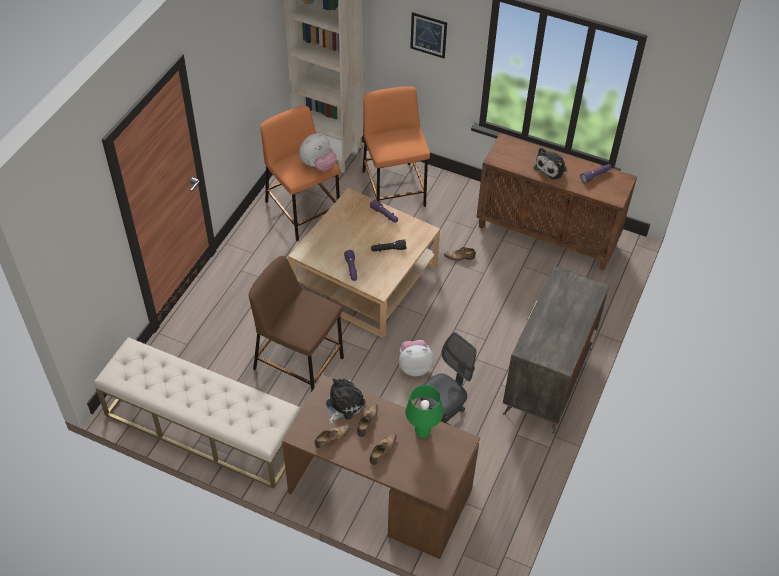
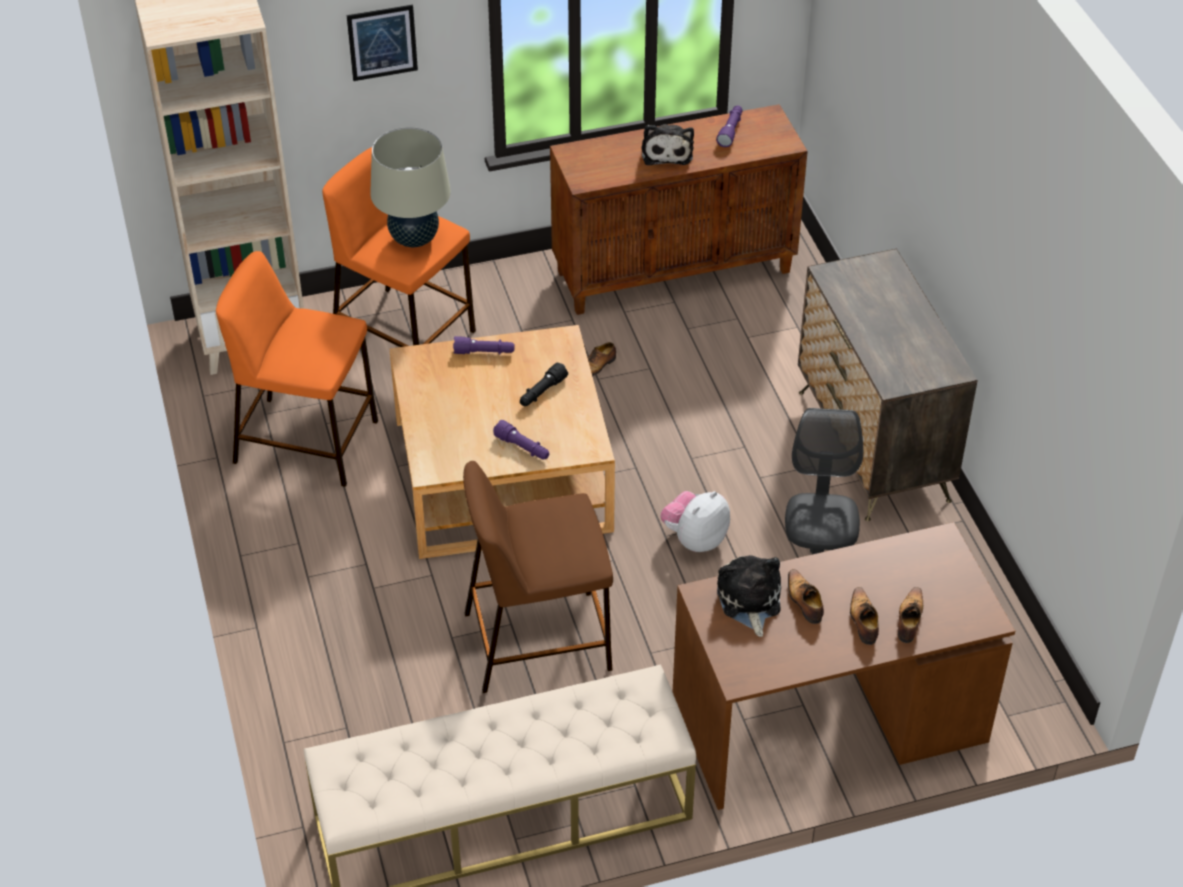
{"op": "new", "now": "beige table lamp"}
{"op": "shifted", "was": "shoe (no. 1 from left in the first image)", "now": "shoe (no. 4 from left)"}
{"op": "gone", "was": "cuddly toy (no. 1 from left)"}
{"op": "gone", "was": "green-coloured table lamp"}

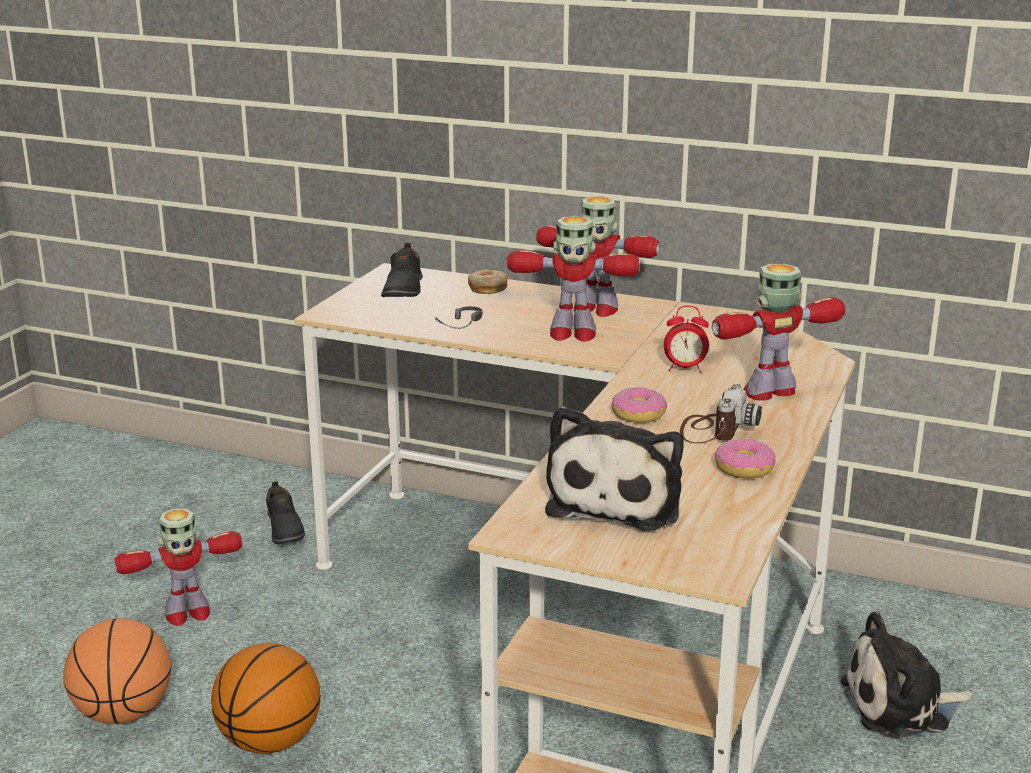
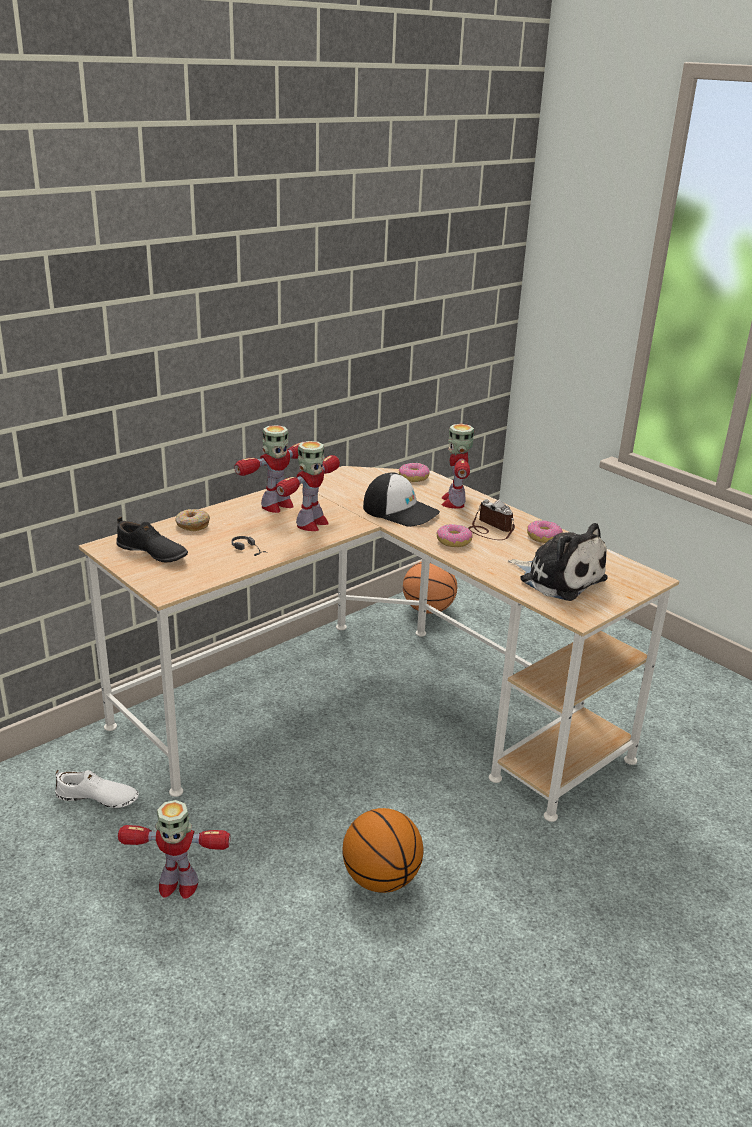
{"op": "repainted", "was": "black-coloured shoe (no. 1 from left)", "now": "white-coloured shoe"}
{"op": "rotated", "was": "robot figure (no. 1 from left)", "clockwise": 90}
{"op": "swapped", "was": "bedside clock", "now": "baseball cap"}
{"op": "new", "now": "ring doughnut (no. 2 from left)"}
{"op": "shifted", "was": "ball for basketball (no. 1 from left in the first image)", "now": "ball for basketball (no. 2 from left)"}
{"op": "gone", "was": "cuddly toy (no. 2 from left)"}

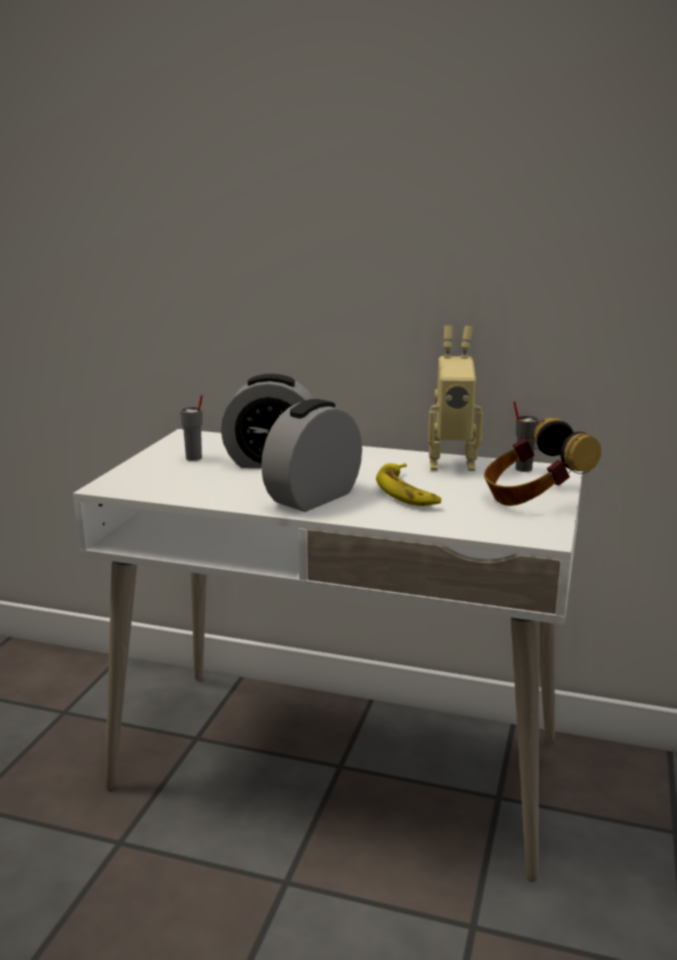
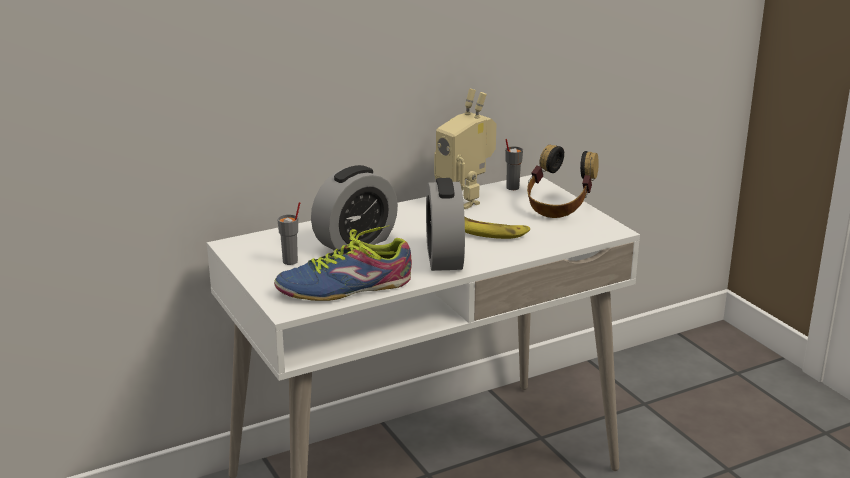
{"op": "new", "now": "shoe"}
{"op": "rotated", "was": "robot figure", "clockwise": 90}

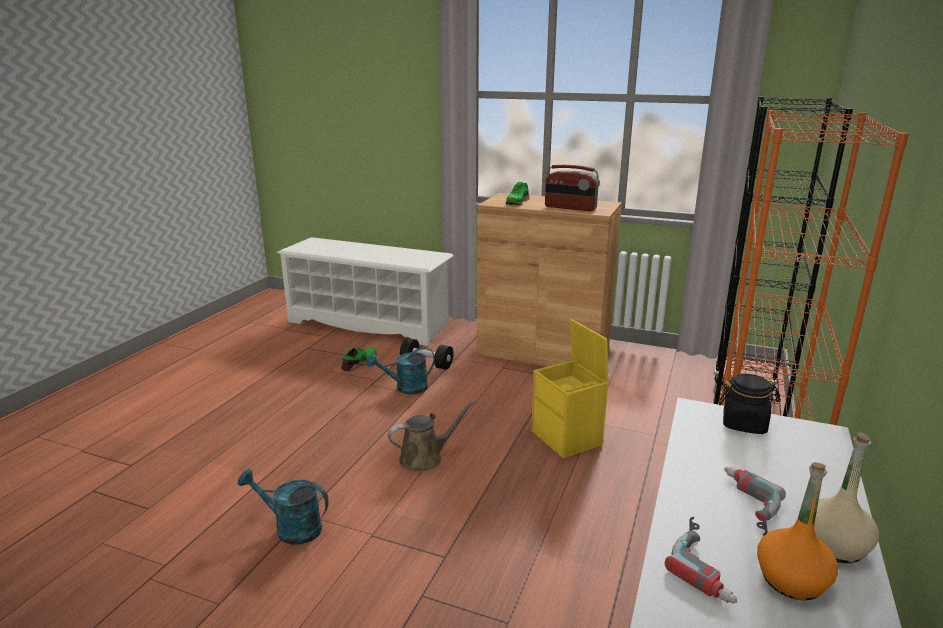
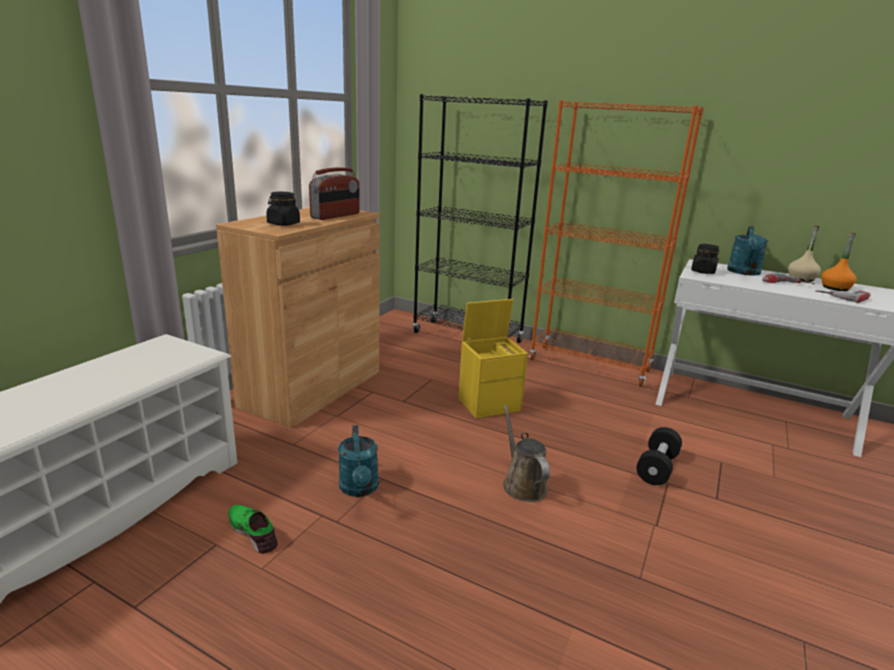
{"op": "swapped", "was": "green-coloured shoe (no. 2 from left)", "now": "black-coloured preserve jar (no. 1 from left)"}
{"op": "shifted", "was": "black-coloured hand weight"}
{"op": "shifted", "was": "turquoise sprinkling can (no. 1 from left in the first image)", "now": "turquoise sprinkling can (no. 2 from left)"}

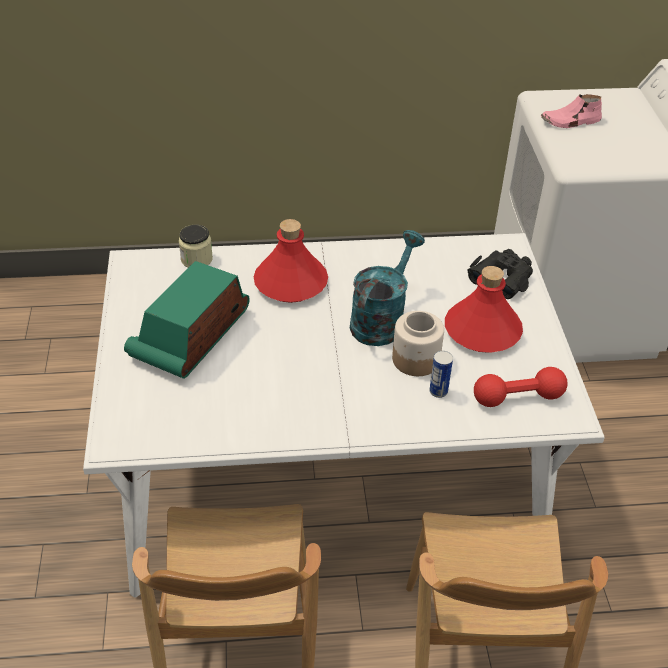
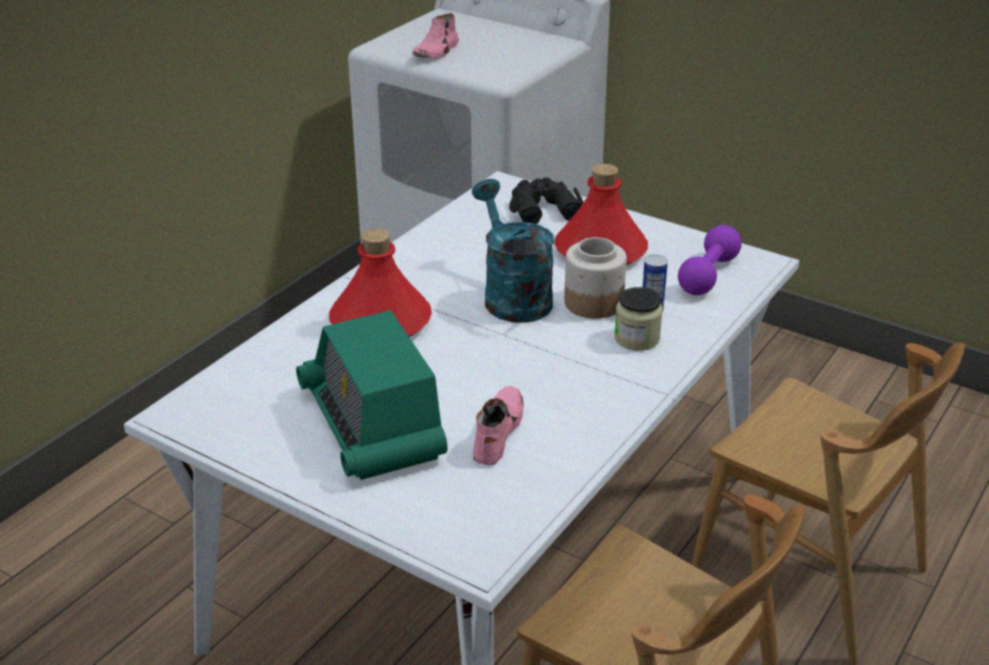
{"op": "new", "now": "pinkish shoe (no. 2 from left)"}
{"op": "shifted", "was": "preserve jar (no. 1 from left in the first image)", "now": "preserve jar (no. 2 from left)"}
{"op": "repainted", "was": "reddish hand weight", "now": "purplish hand weight"}

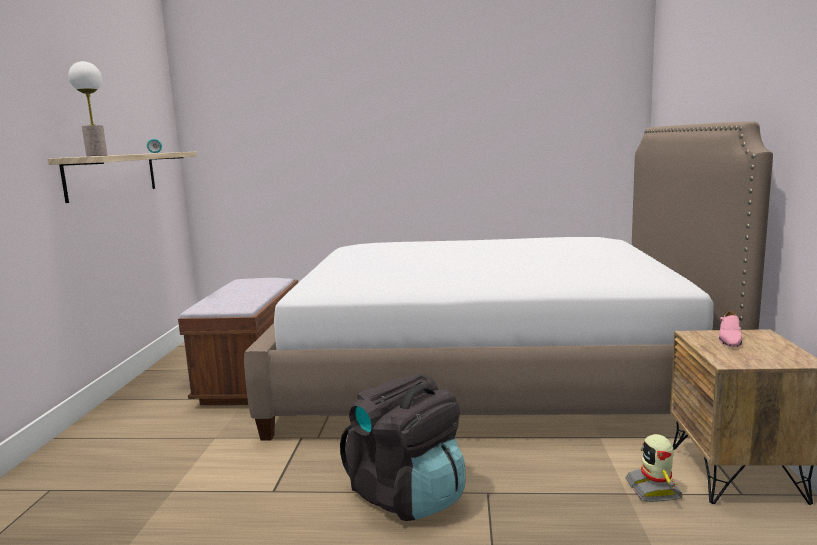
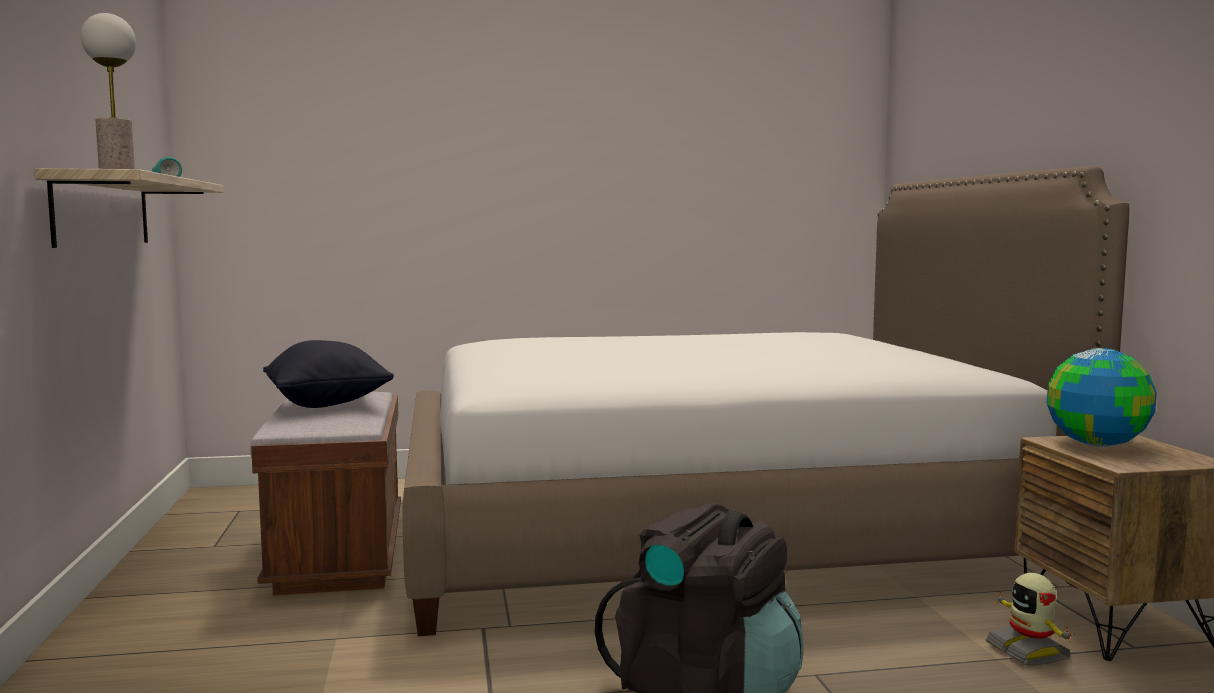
{"op": "new", "now": "black-coloured throw pillow"}
{"op": "swapped", "was": "pinkish shoe", "now": "desk globe"}

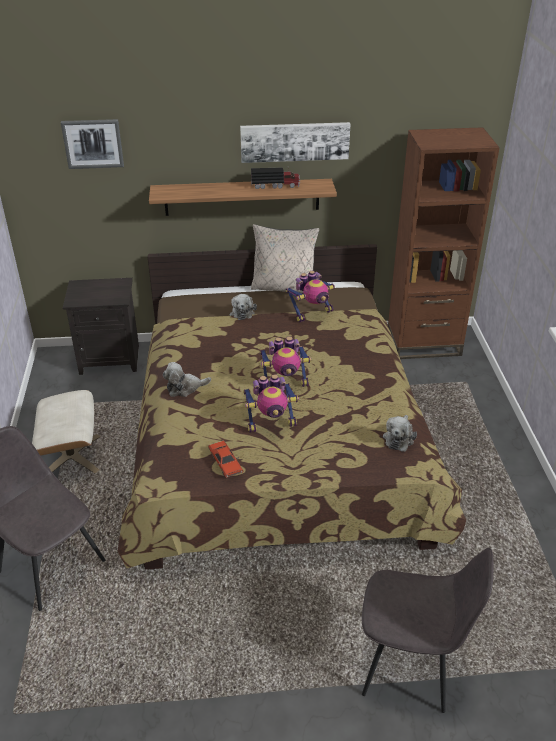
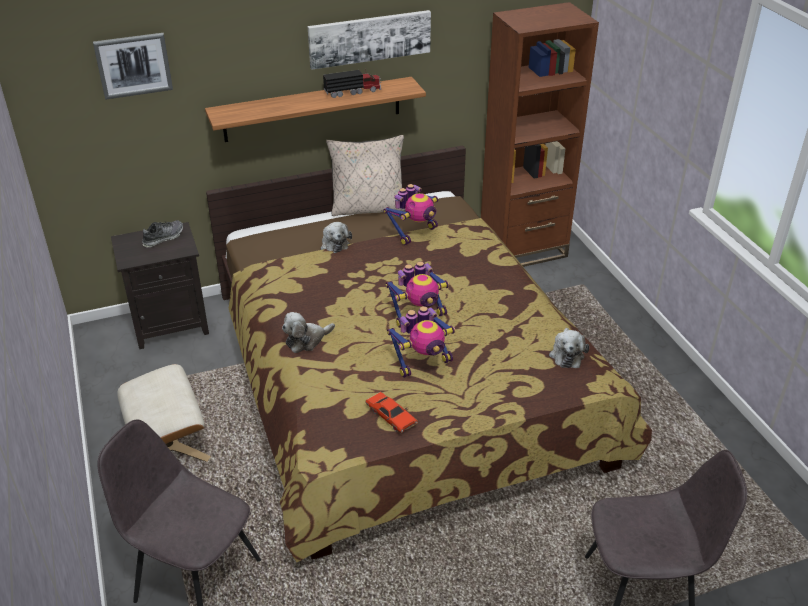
{"op": "new", "now": "shoe"}

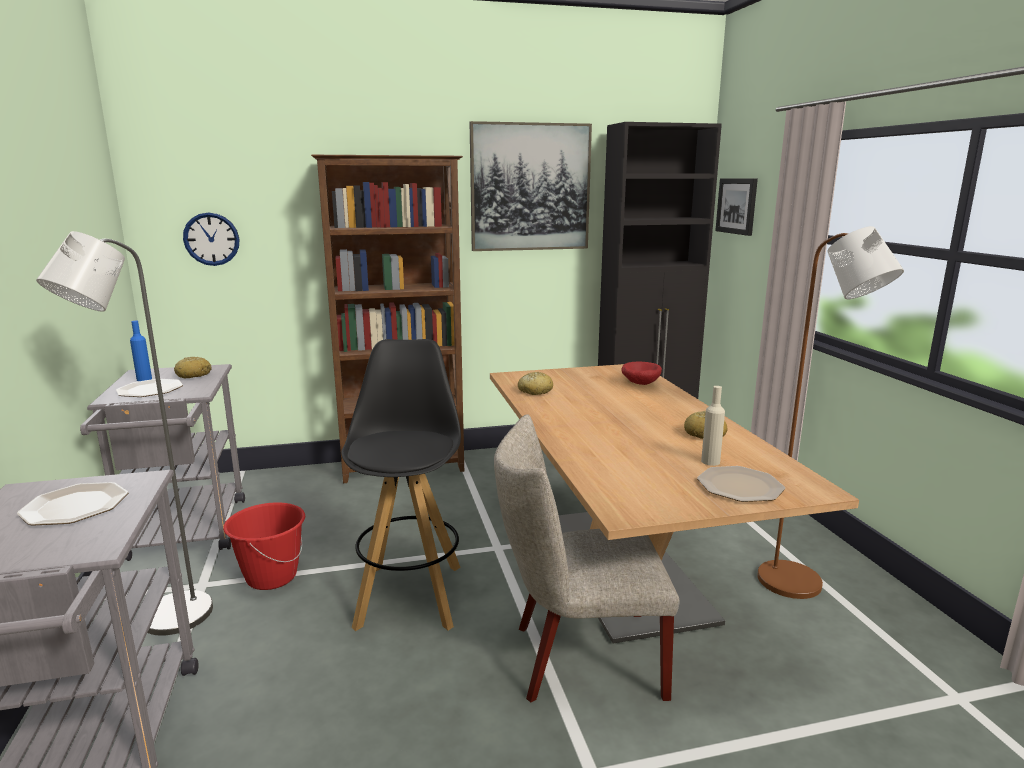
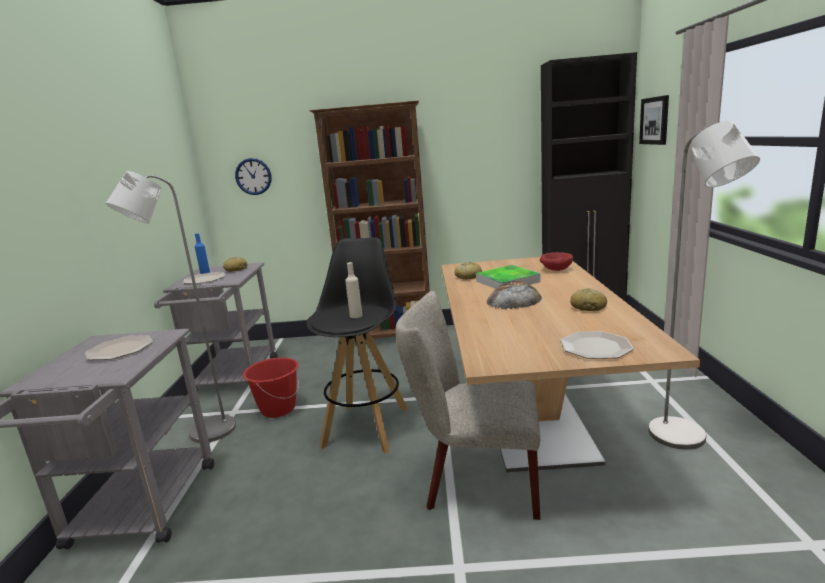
{"op": "shifted", "was": "beige bottle"}
{"op": "new", "now": "serving tray"}
{"op": "new", "now": "bakery bread (no. 3 from left)"}
{"op": "repainted", "was": "brown floor lamp", "now": "grey floor lamp (no. 2 from left)"}
{"op": "gone", "was": "wall picture (no. 1 from left)"}

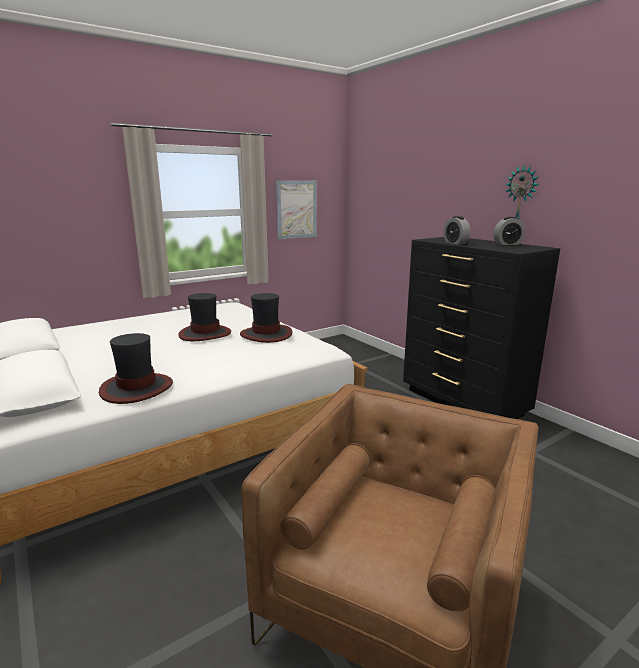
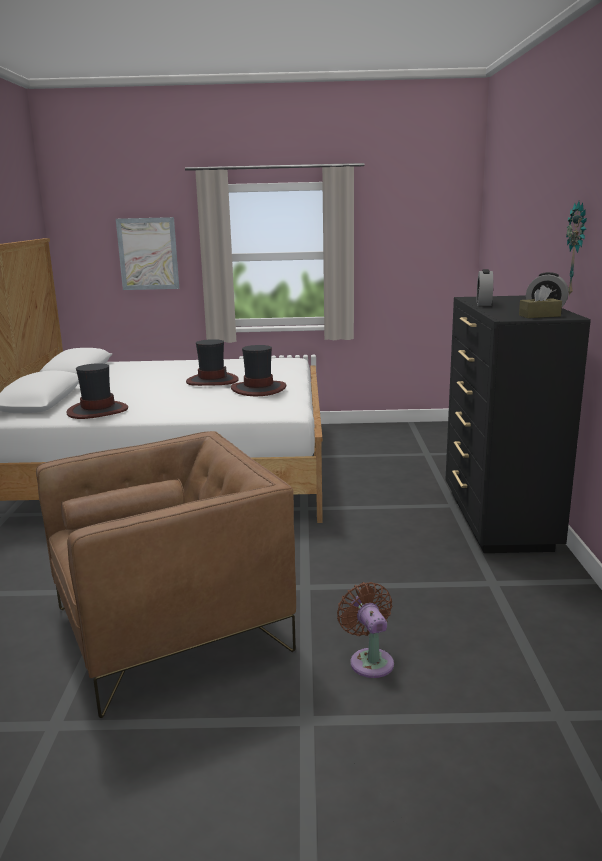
{"op": "shifted", "was": "wall picture"}
{"op": "new", "now": "brown electric fan"}
{"op": "new", "now": "brown tissue holder"}

